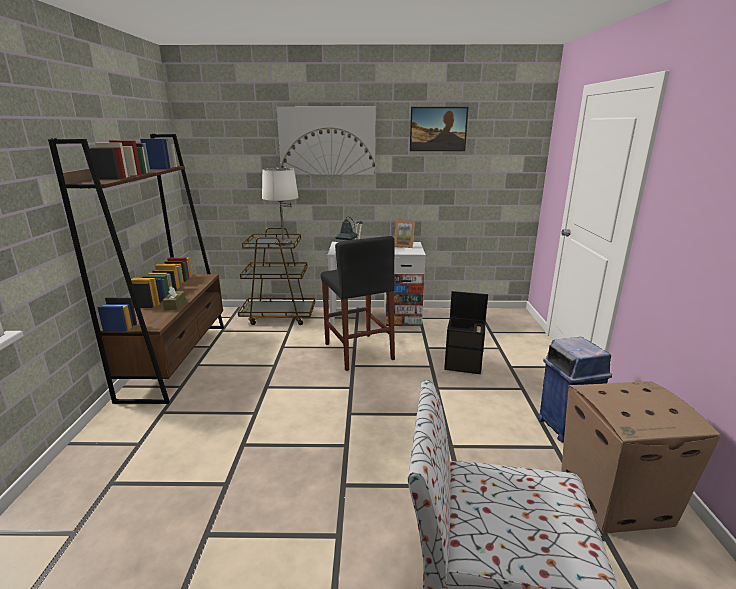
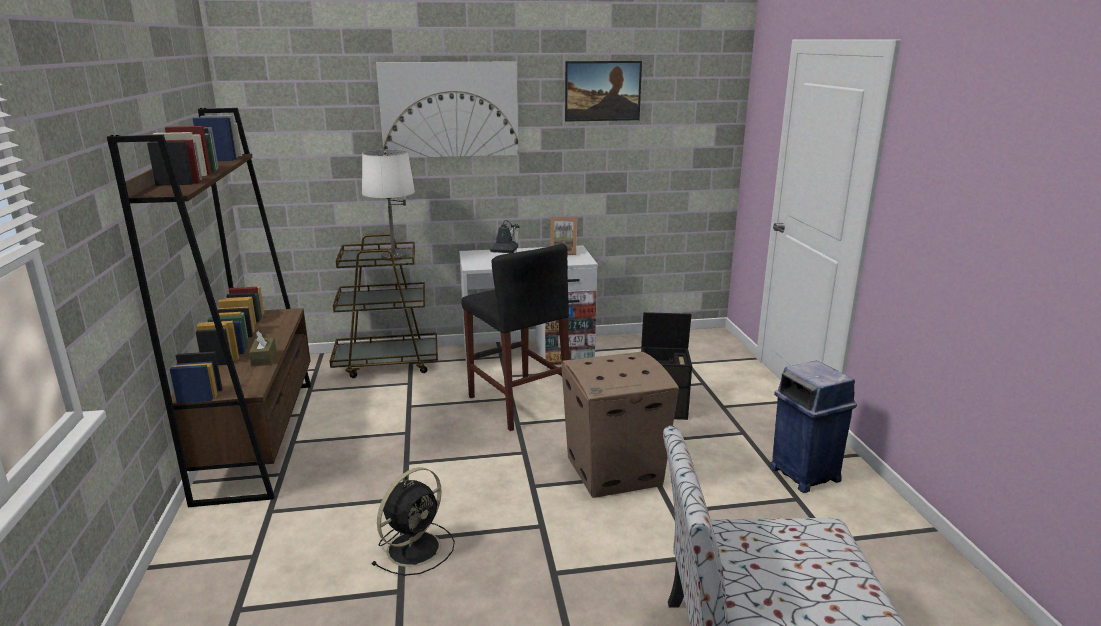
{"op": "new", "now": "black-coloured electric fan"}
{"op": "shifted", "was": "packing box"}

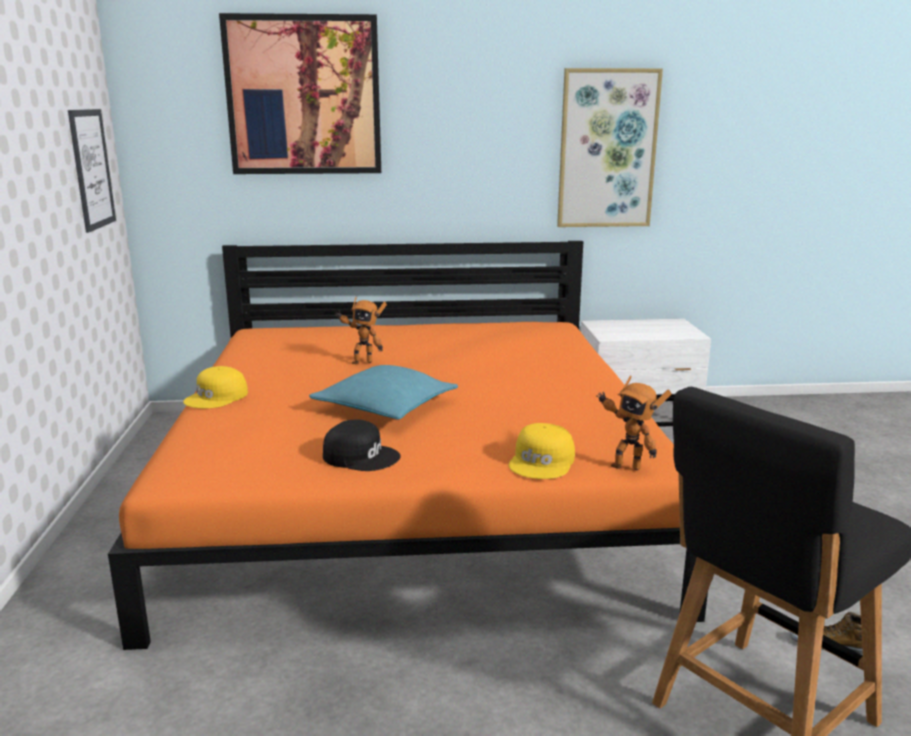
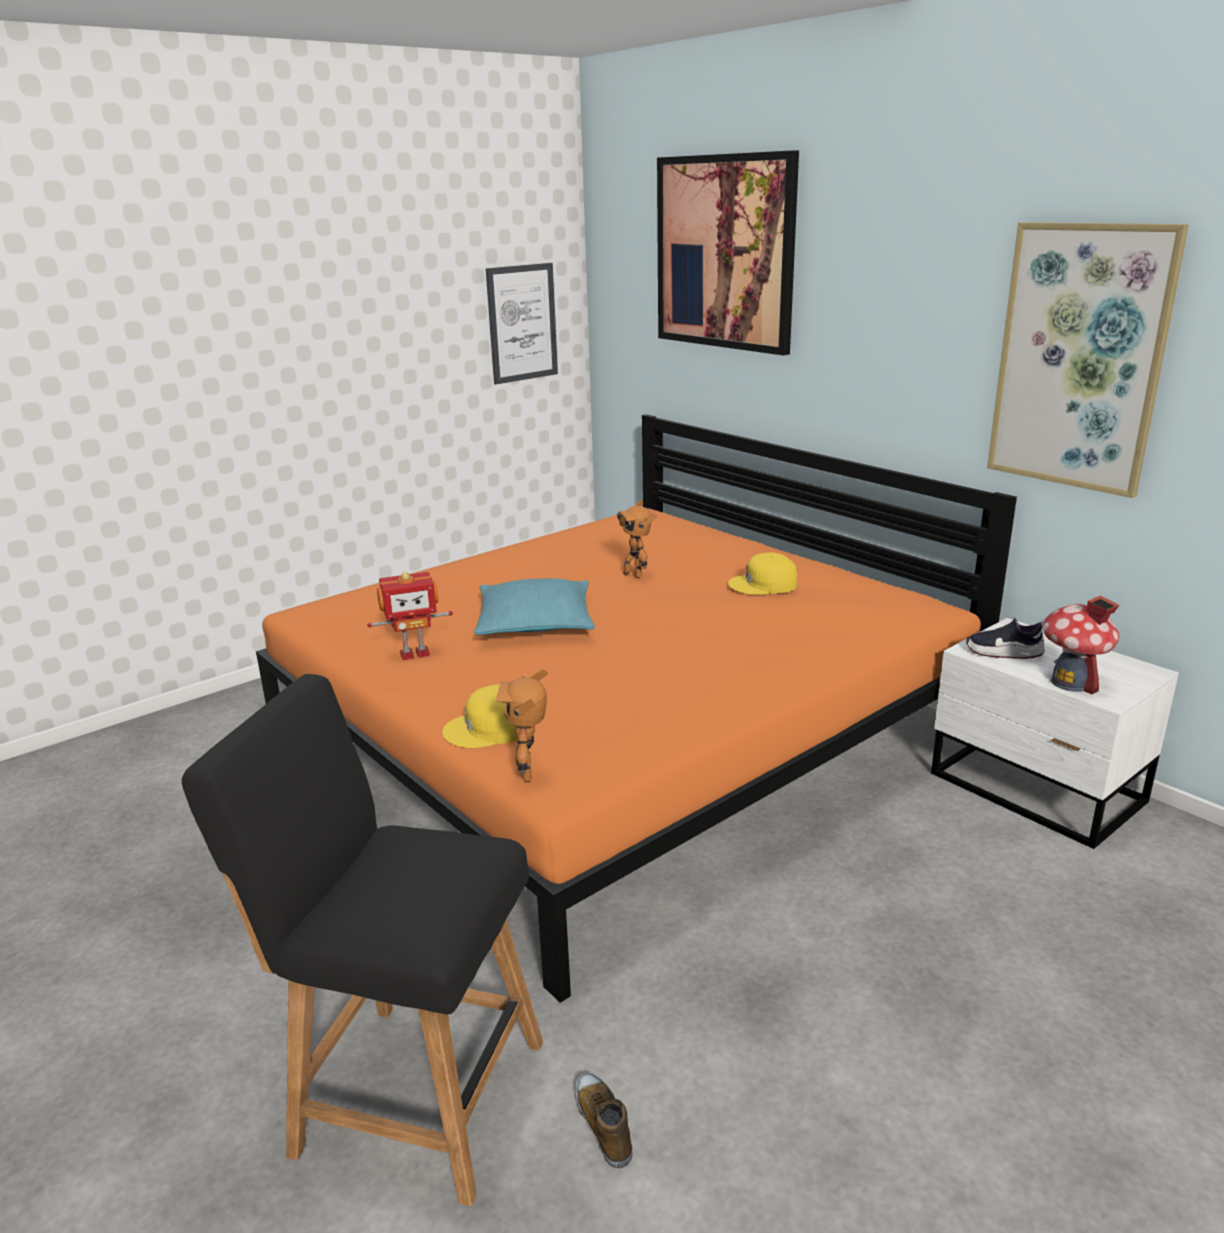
{"op": "swapped", "was": "black-coloured baseball cap", "now": "robot figure (no. 1 from left)"}
{"op": "shifted", "was": "yellow baseball cap (no. 1 from left in the first image)", "now": "yellow baseball cap (no. 2 from left)"}
{"op": "new", "now": "shoe (no. 2 from left)"}
{"op": "new", "now": "toy house"}

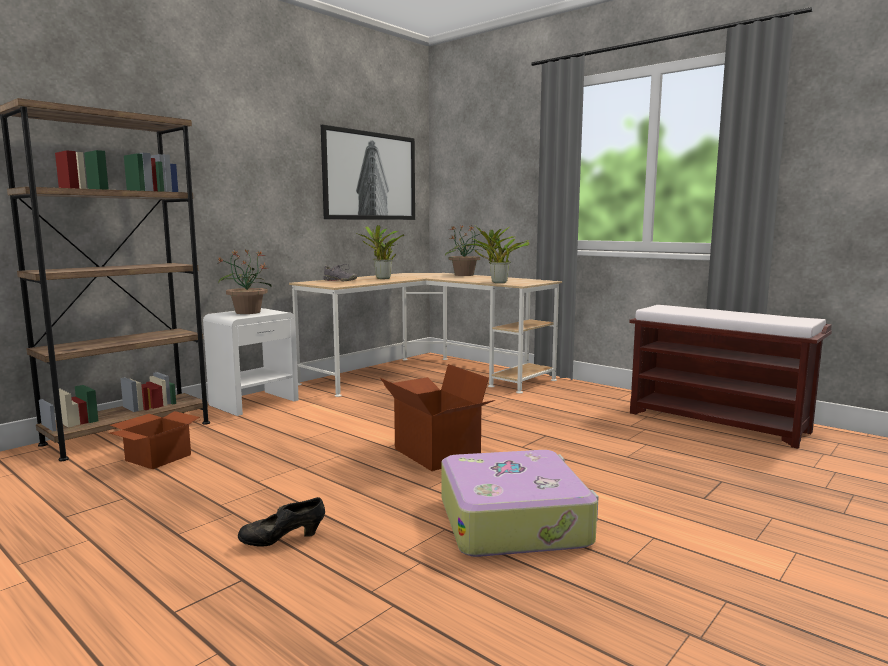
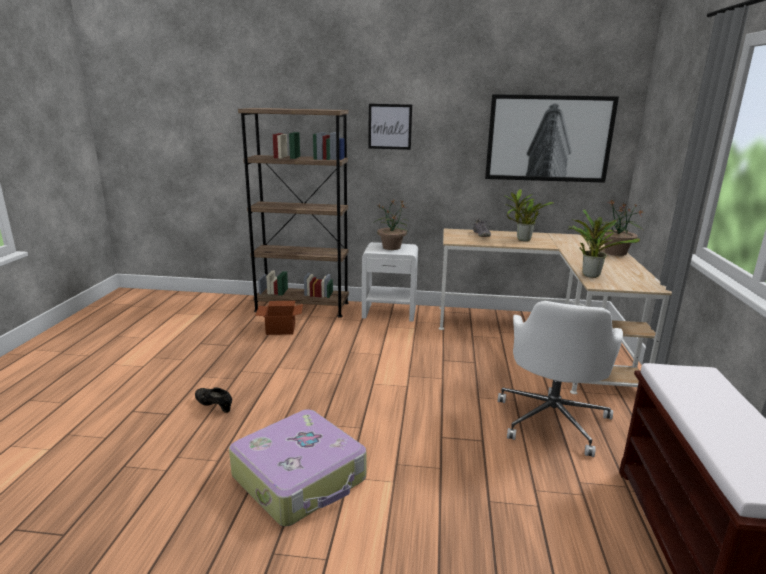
{"op": "new", "now": "wall picture (no. 1 from left)"}
{"op": "new", "now": "white-coloured office chair"}
{"op": "gone", "was": "packing box (no. 2 from left)"}

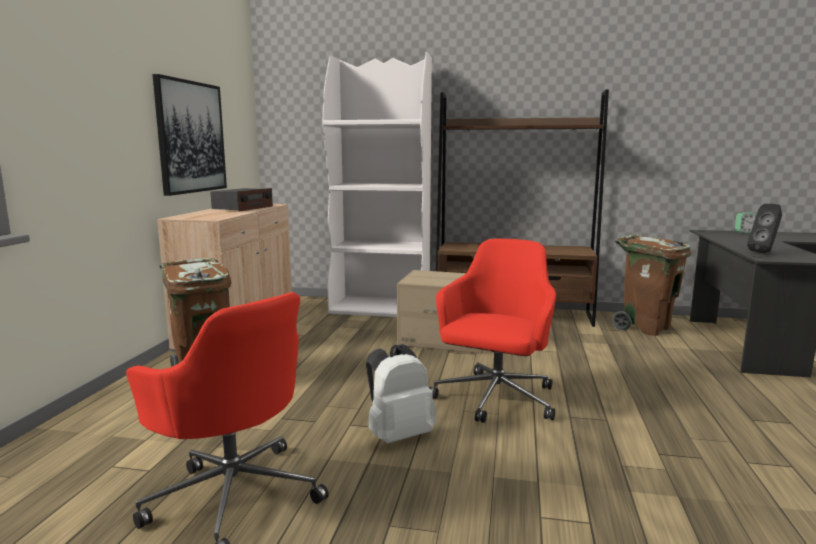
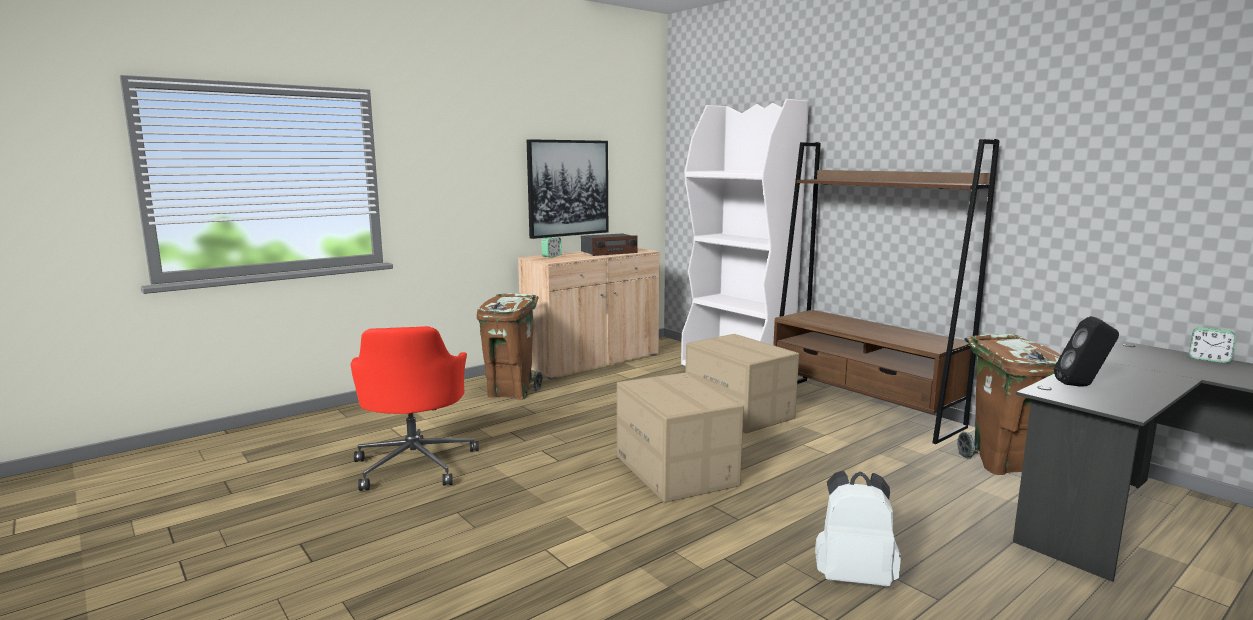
{"op": "new", "now": "bedside clock (no. 1 from left)"}
{"op": "swapped", "was": "reddish office chair (no. 2 from left)", "now": "packing box (no. 1 from left)"}
{"op": "shifted", "was": "white-coloured rucksack"}

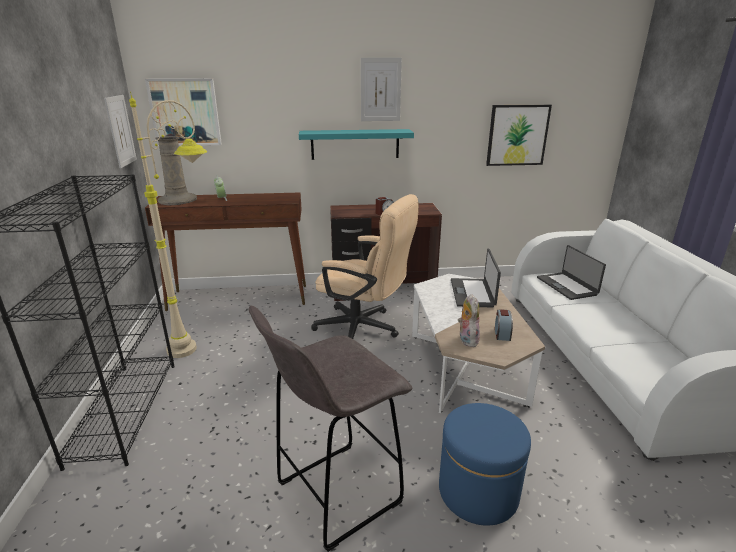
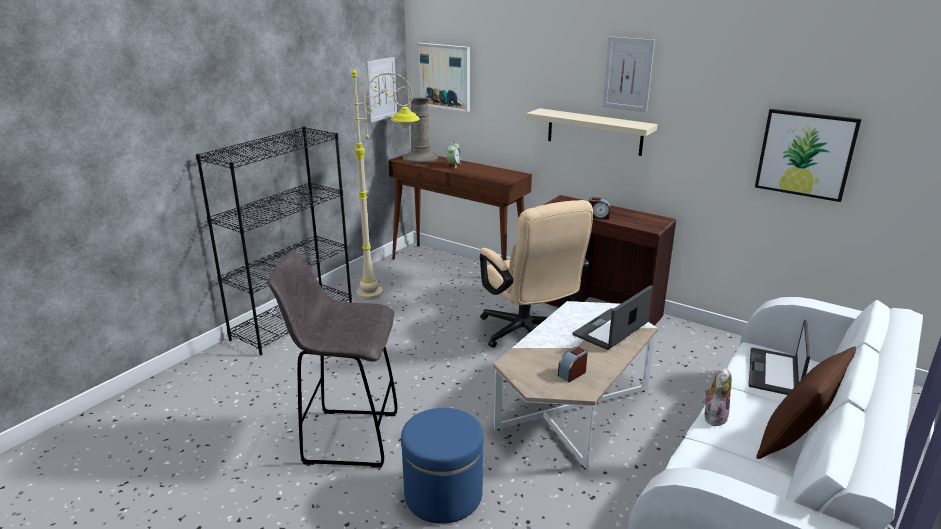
{"op": "repainted", "was": "turquoise shelf", "now": "beige shelf"}
{"op": "shifted", "was": "cuddly toy"}
{"op": "new", "now": "brown throw pillow"}

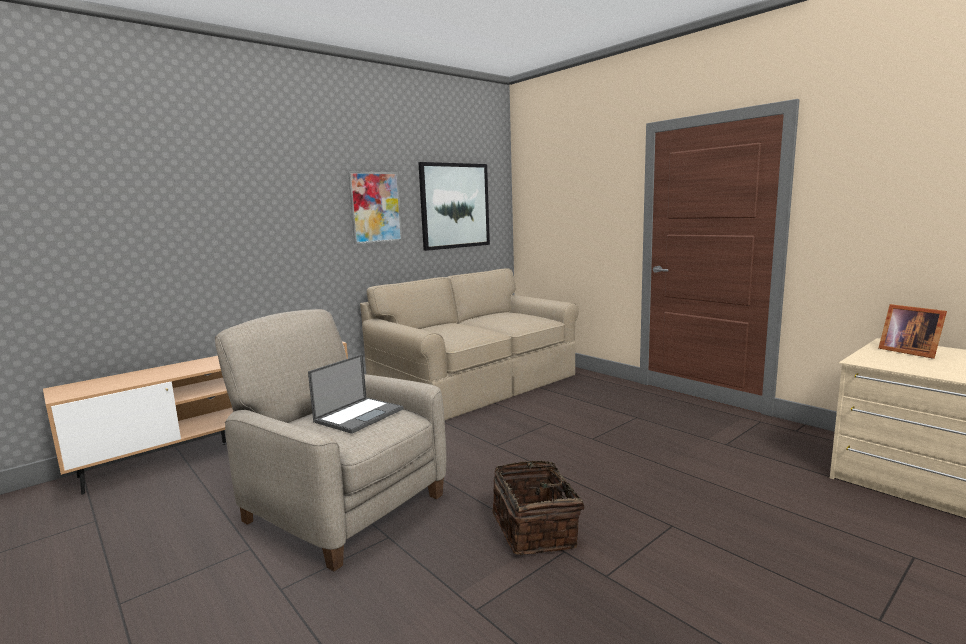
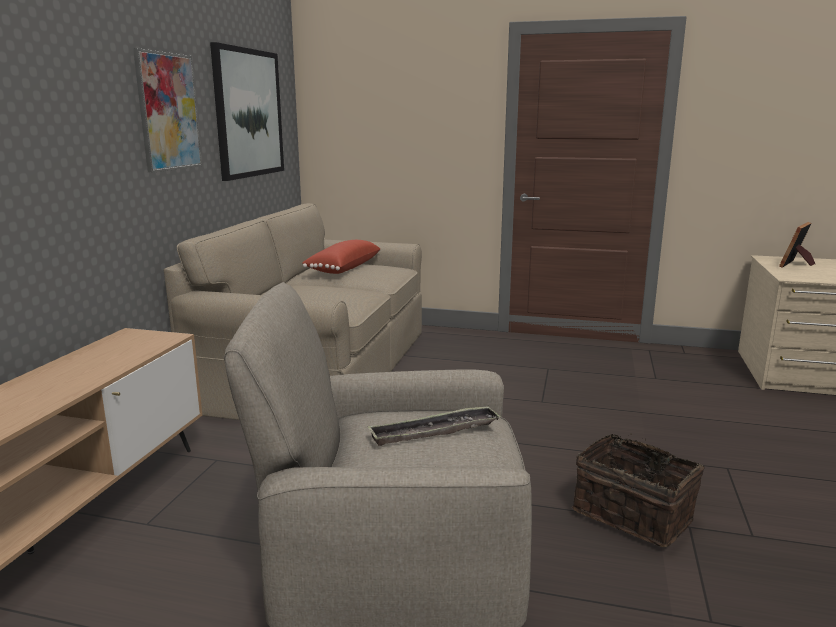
{"op": "new", "now": "reddish throw pillow"}
{"op": "swapped", "was": "laptop", "now": "serving tray"}
{"op": "rotated", "was": "photo frame", "clockwise": 105}

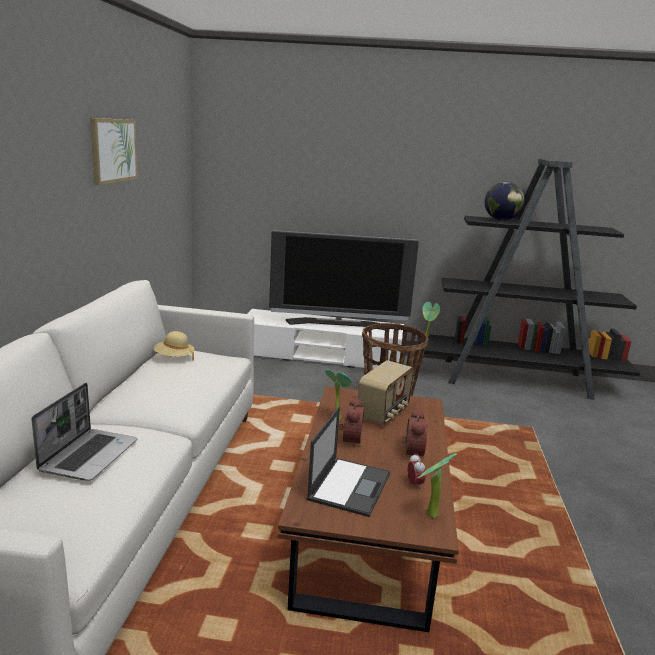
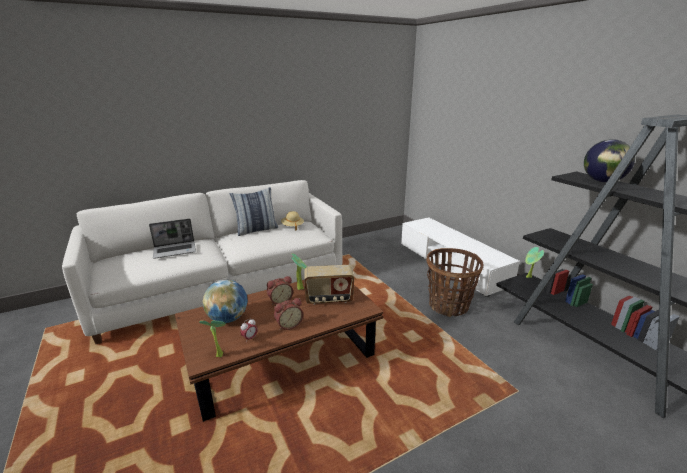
{"op": "swapped", "was": "laptop (no. 2 from left)", "now": "desk globe (no. 1 from left)"}
{"op": "new", "now": "throw pillow"}
{"op": "gone", "was": "wall picture"}
{"op": "gone", "was": "television"}

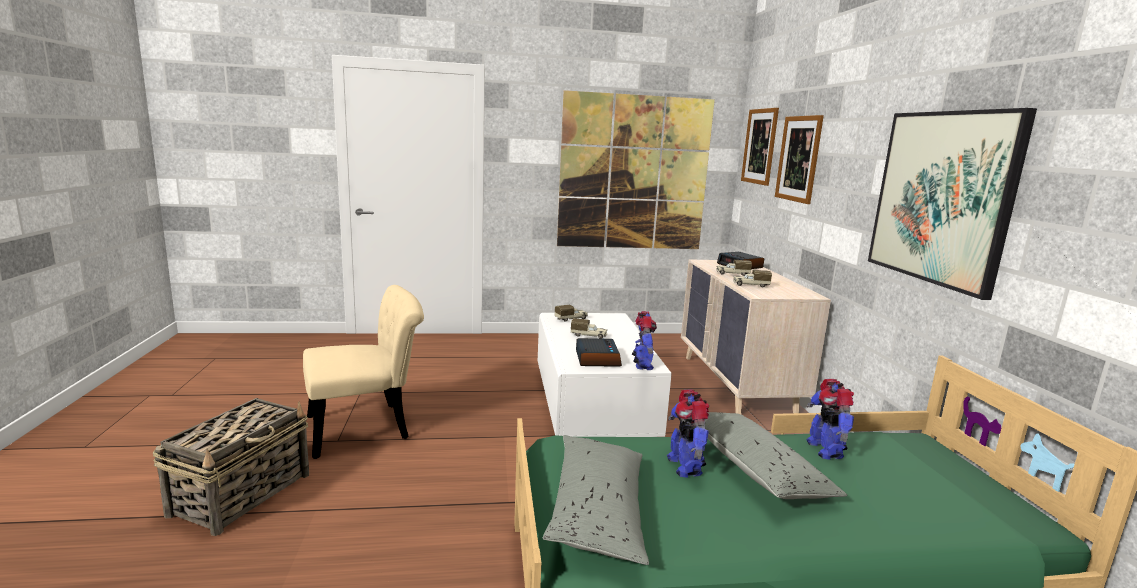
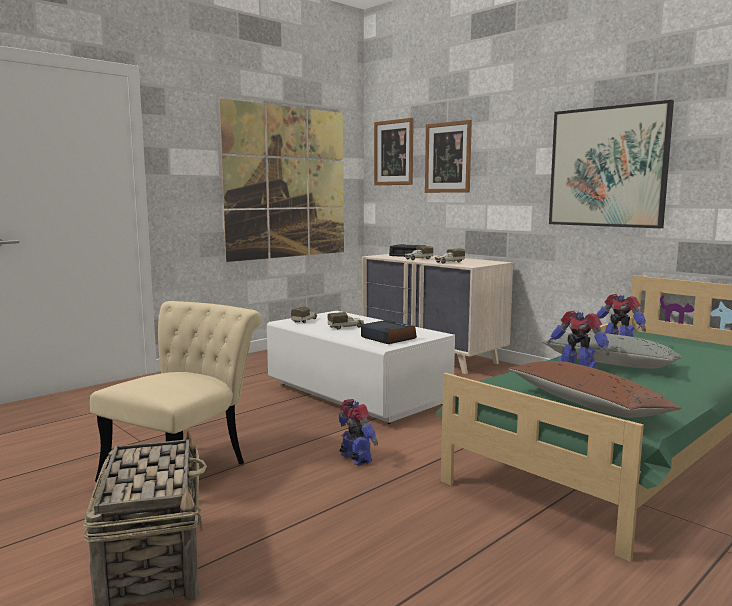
{"op": "shifted", "was": "robot figure (no. 1 from left)"}
{"op": "repainted", "was": "grey throw pillow (no. 1 from left)", "now": "brown throw pillow"}

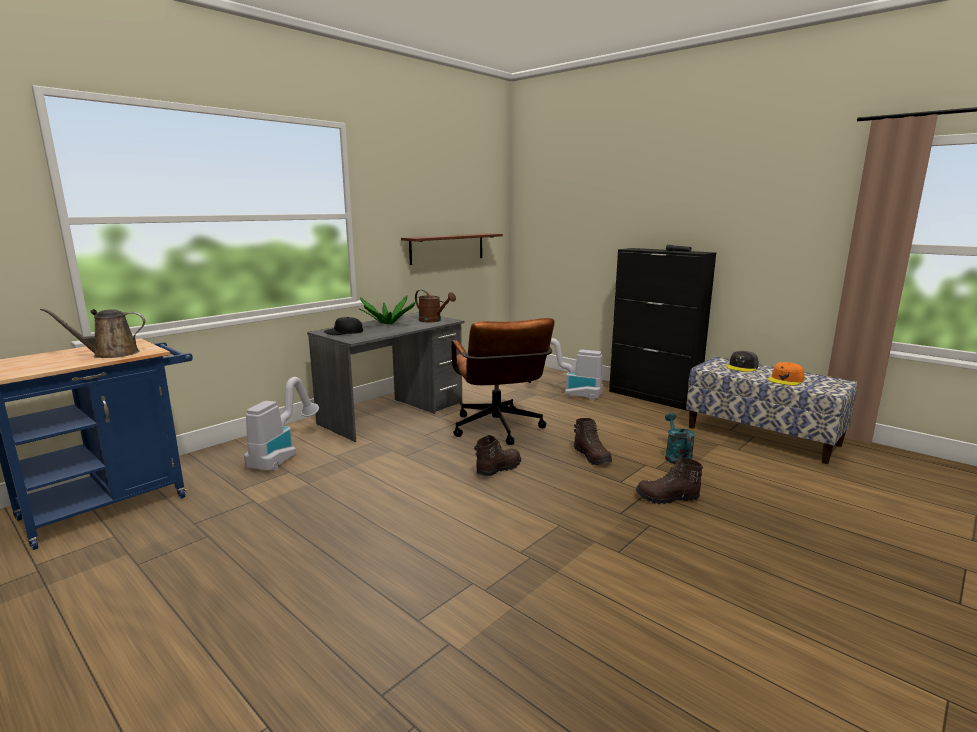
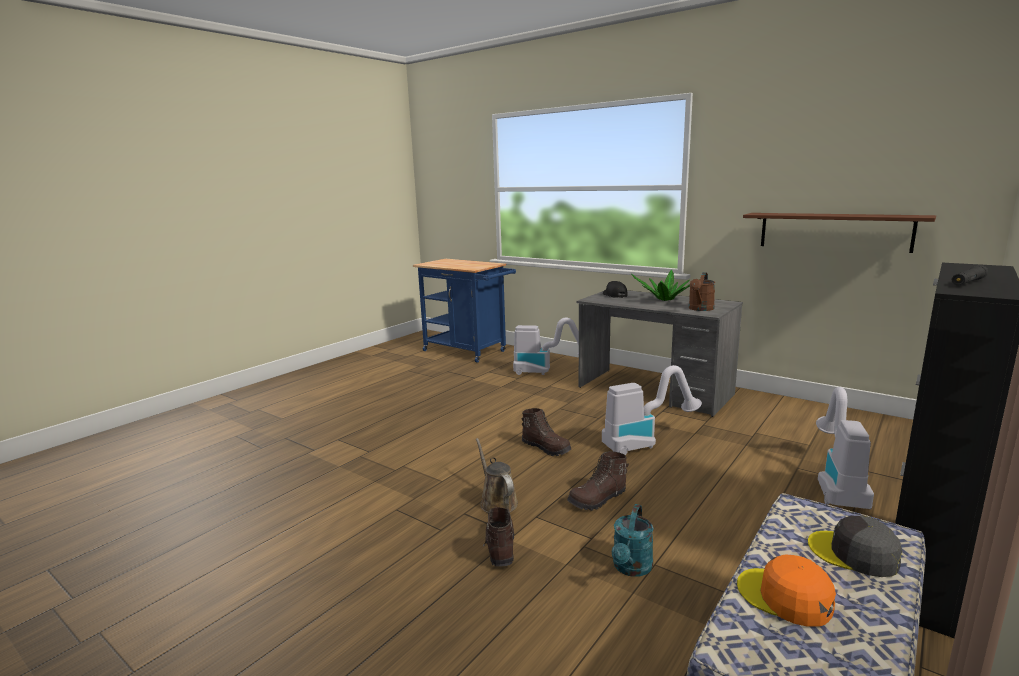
{"op": "shifted", "was": "brown sprinkling can (no. 1 from left)"}
{"op": "swapped", "was": "brown office chair", "now": "vacuum (no. 2 from left)"}
{"op": "rotated", "was": "turquoise sprinkling can", "clockwise": 120}

